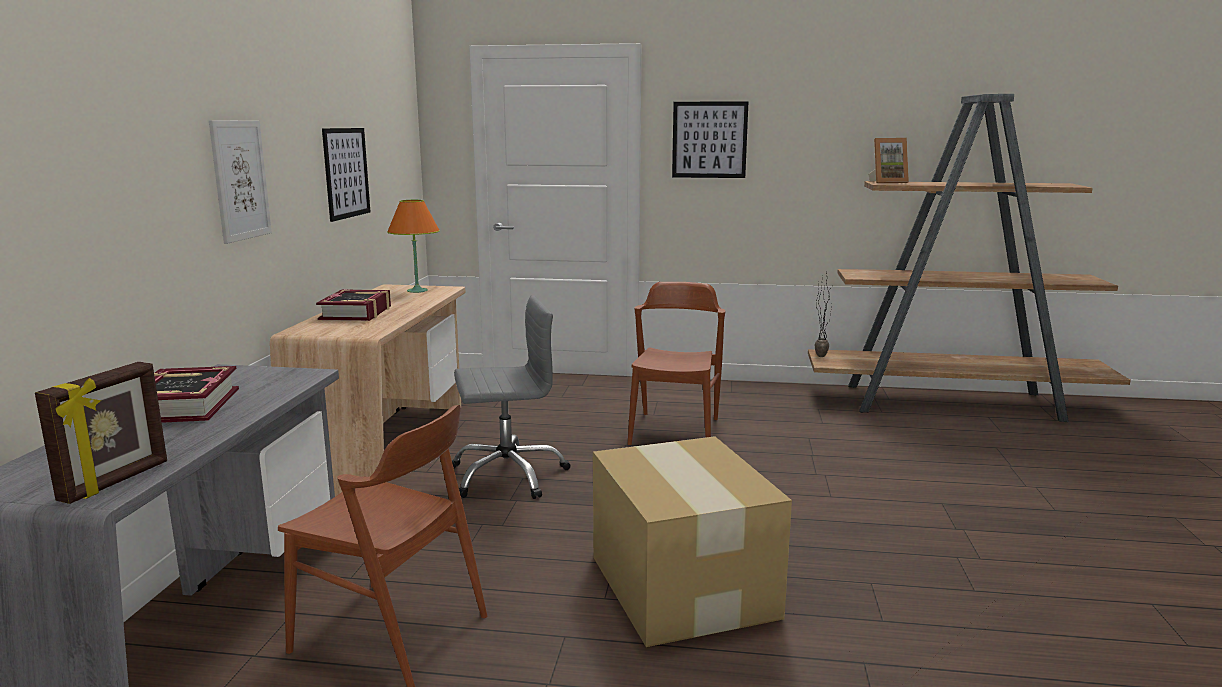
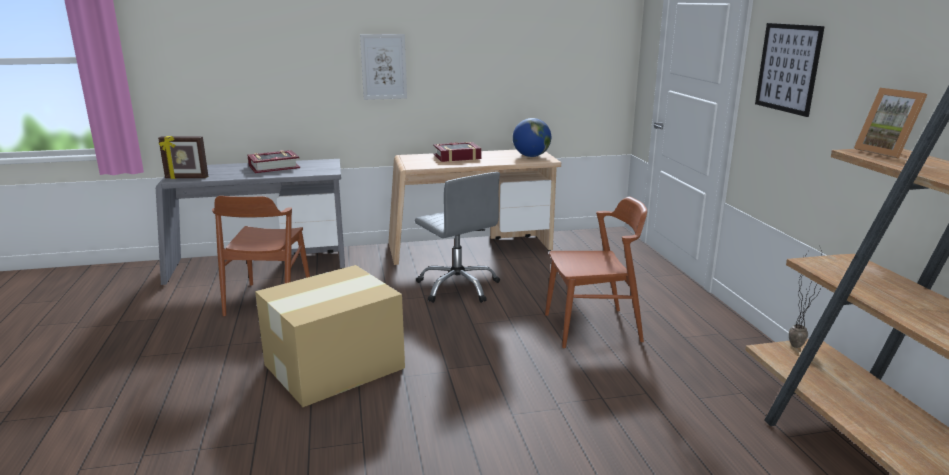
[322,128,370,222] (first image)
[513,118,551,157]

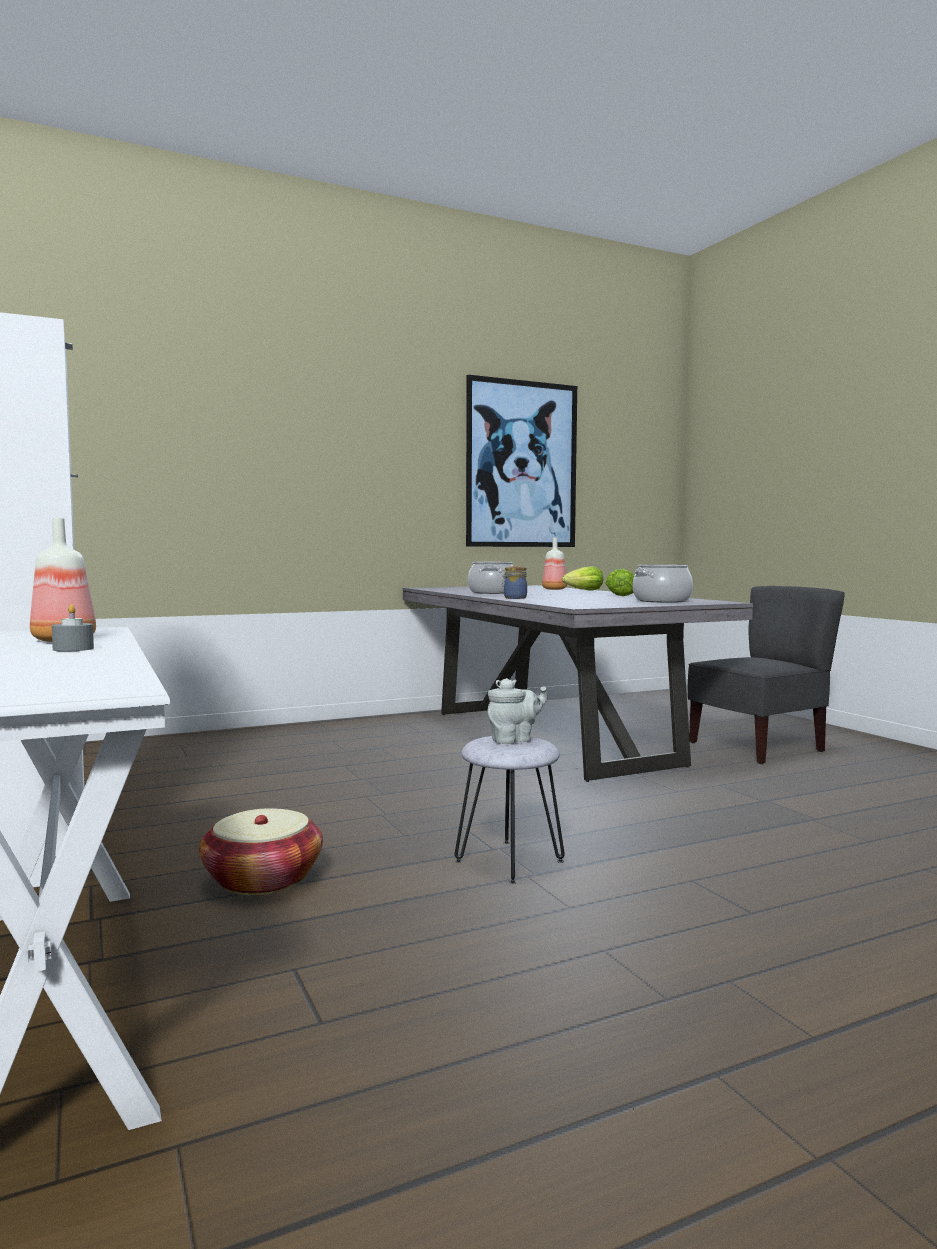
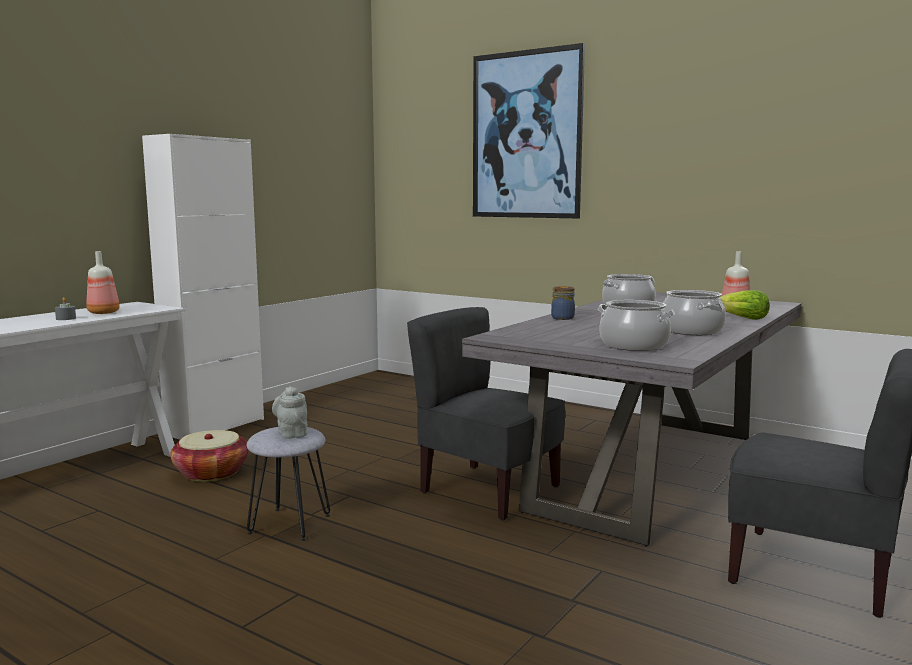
[473,43,585,218]
[663,290,726,335]
[272,386,307,439]
[407,307,565,520]

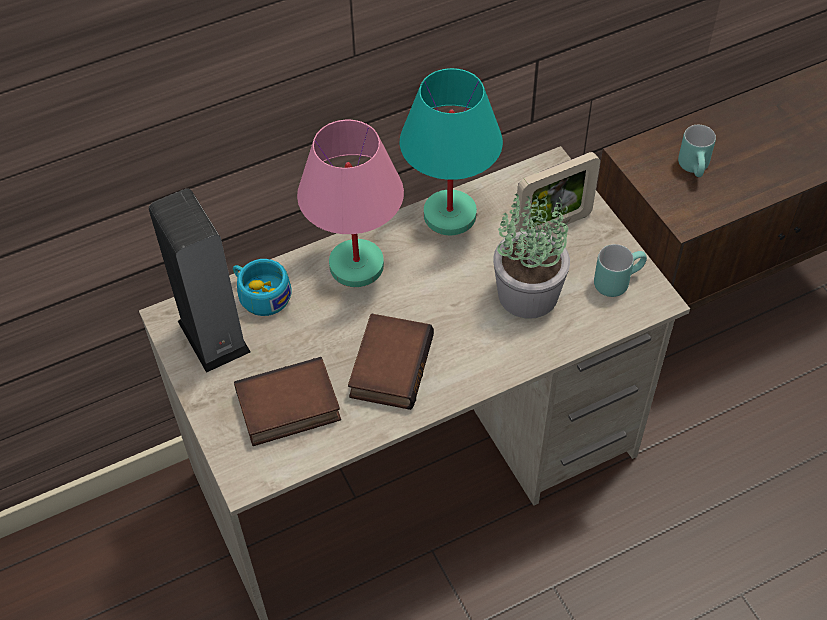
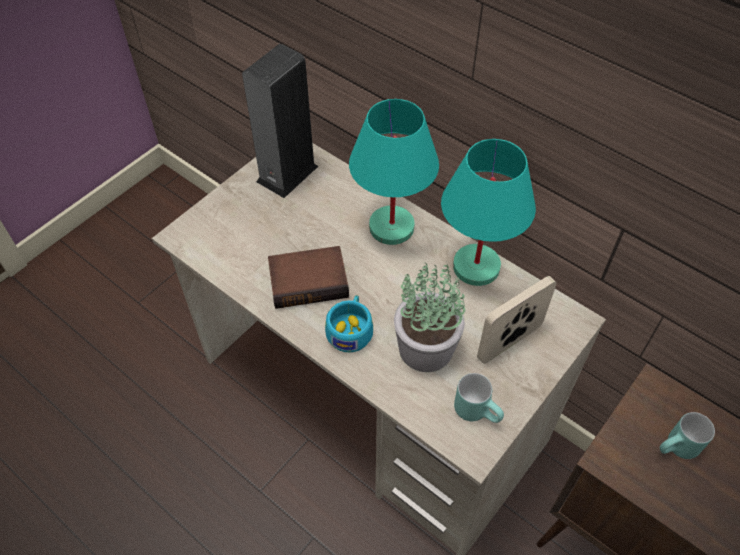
[349,99,439,245]
[477,276,557,364]
[325,295,373,352]
[234,357,341,446] (first image)

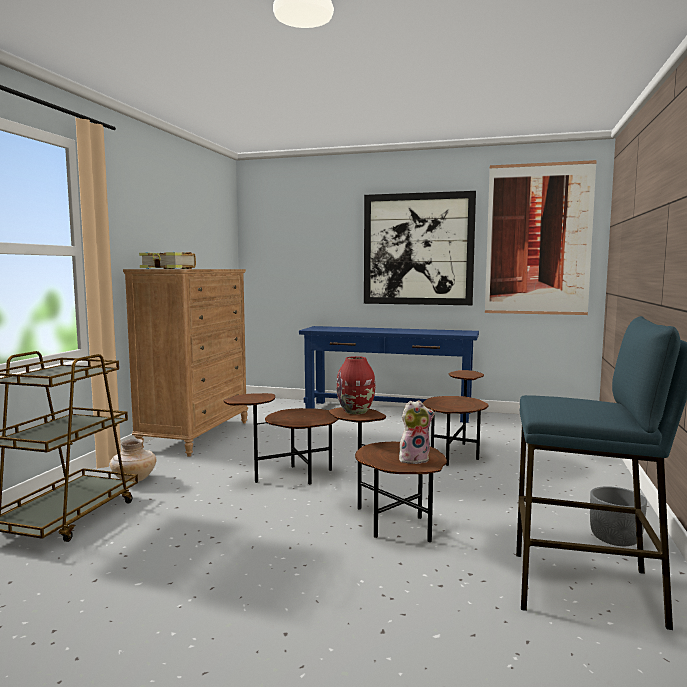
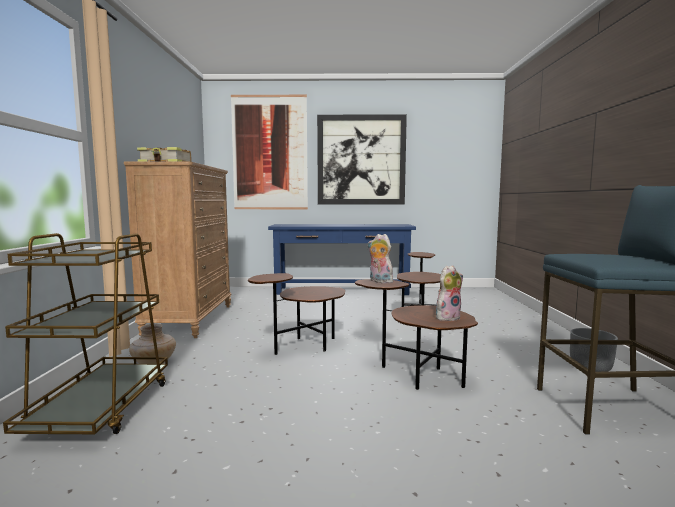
[231,95,308,209]
[367,234,393,283]

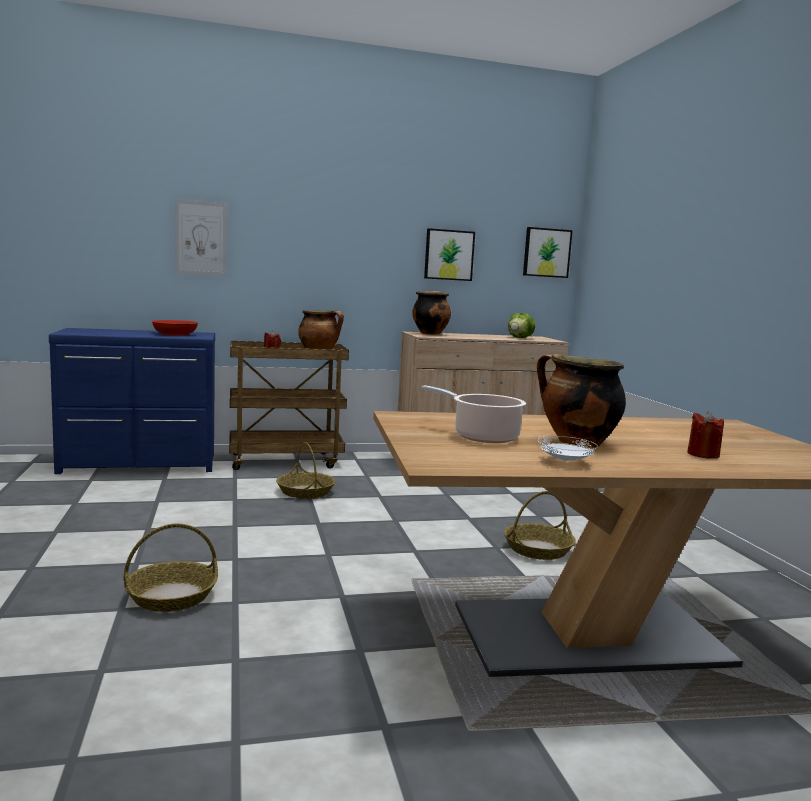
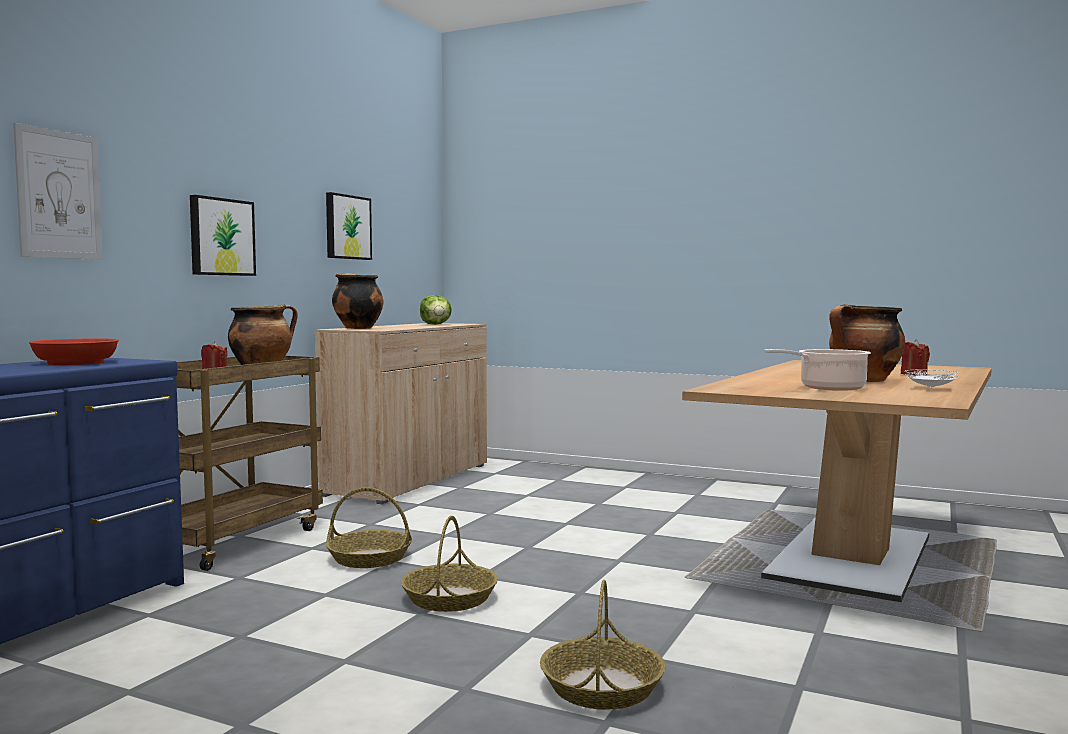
[190,195,256,276]
[401,516,498,612]

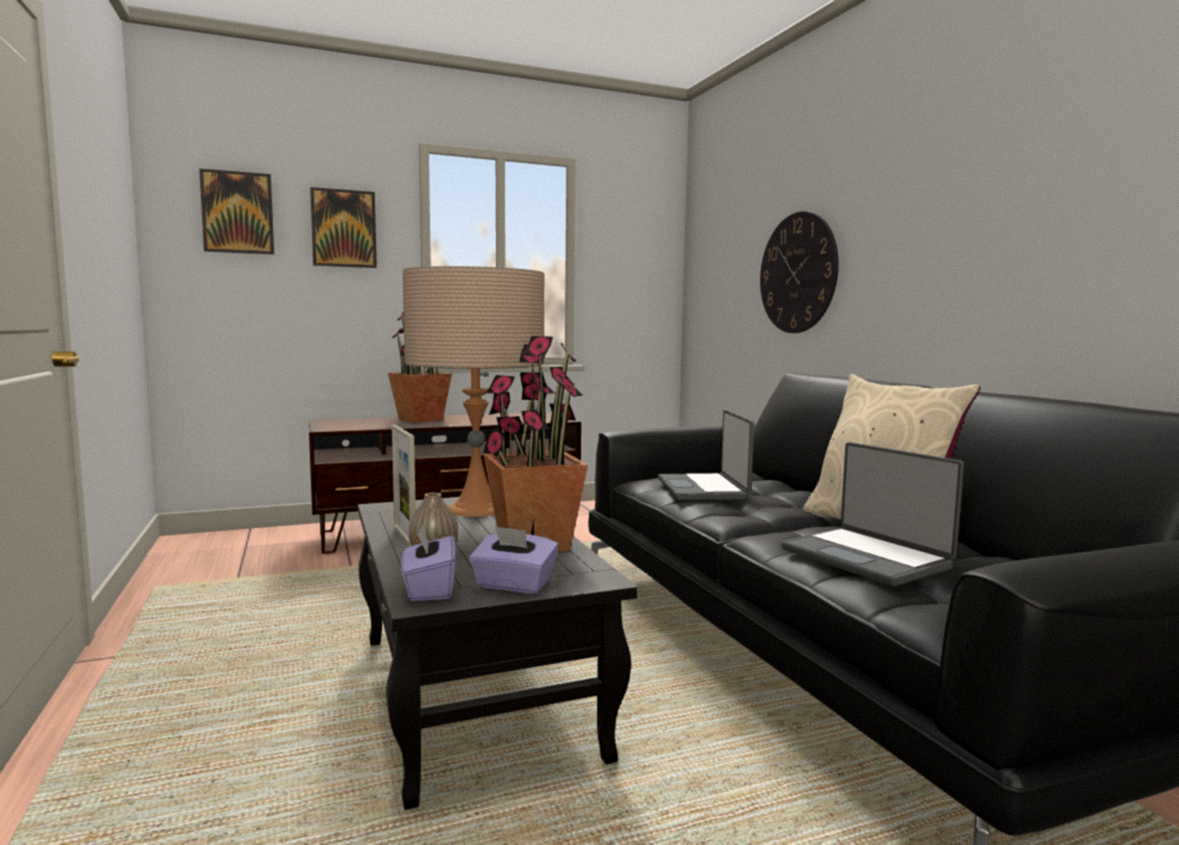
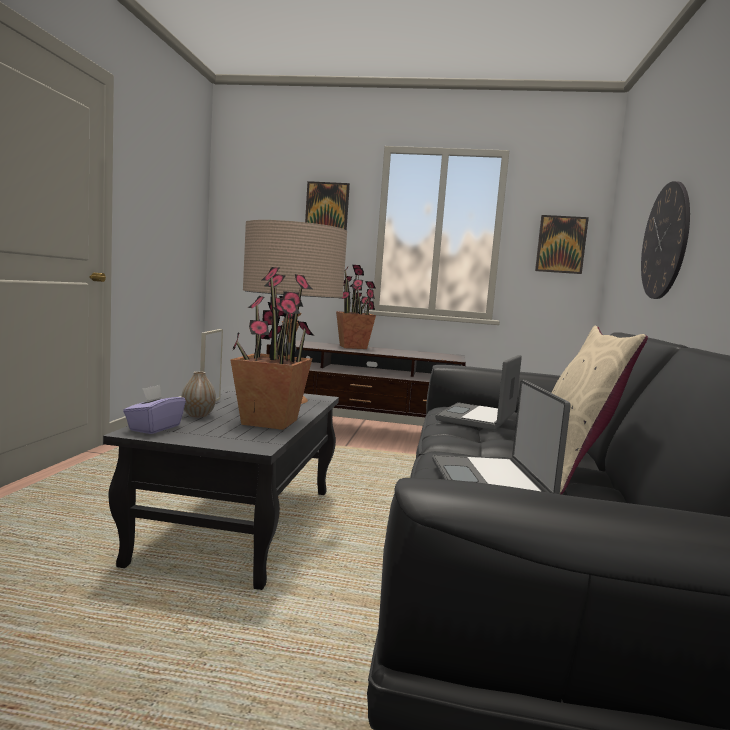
[535,215,589,274]
[469,526,559,594] (first image)

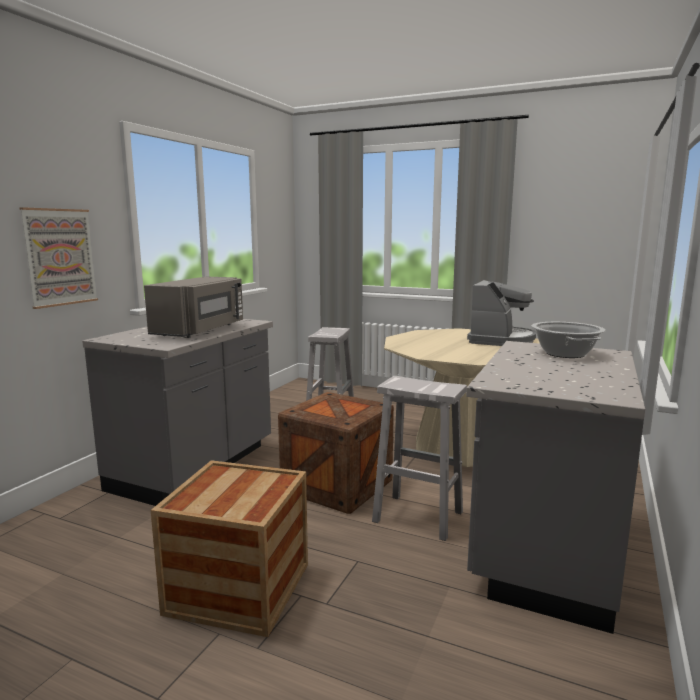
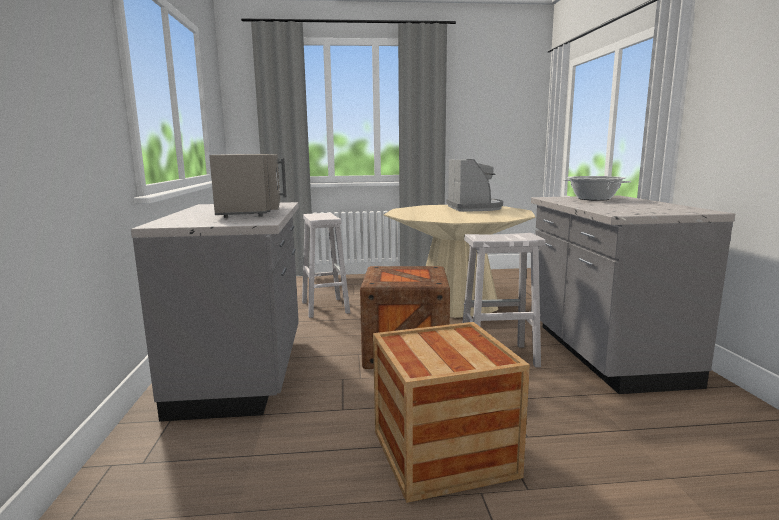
[20,207,98,309] (first image)

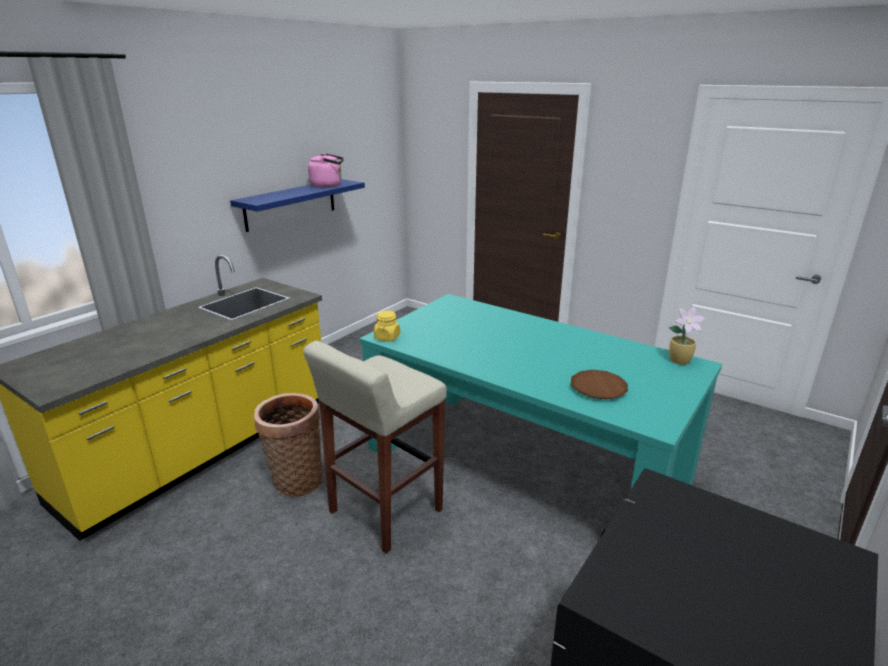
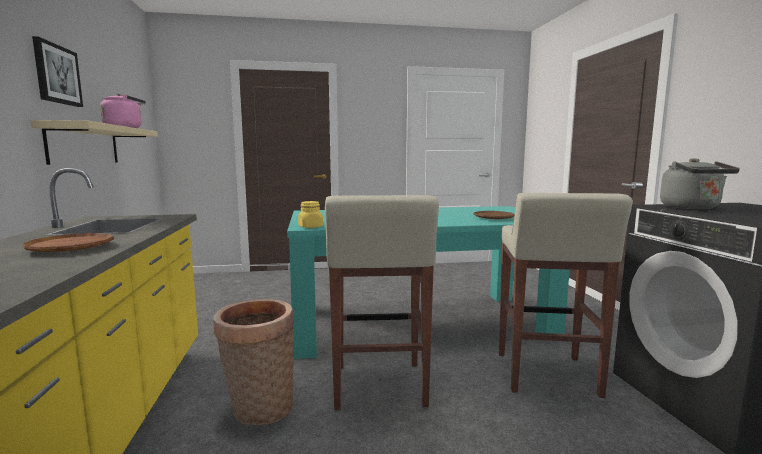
[30,120,158,165]
[668,307,705,365] (first image)
[32,36,83,107]
[660,158,740,209]
[499,193,633,398]
[23,233,114,252]

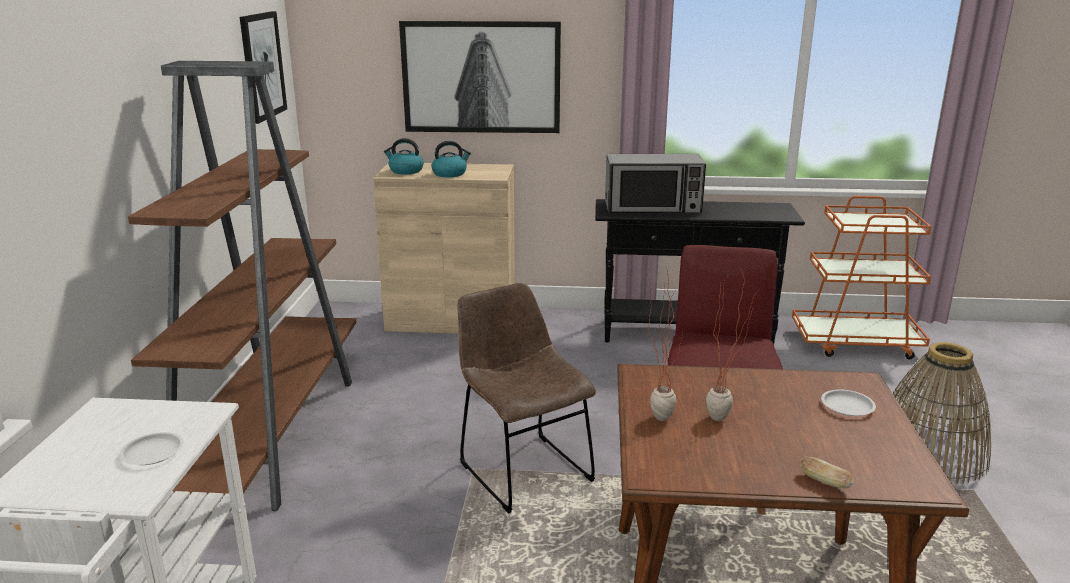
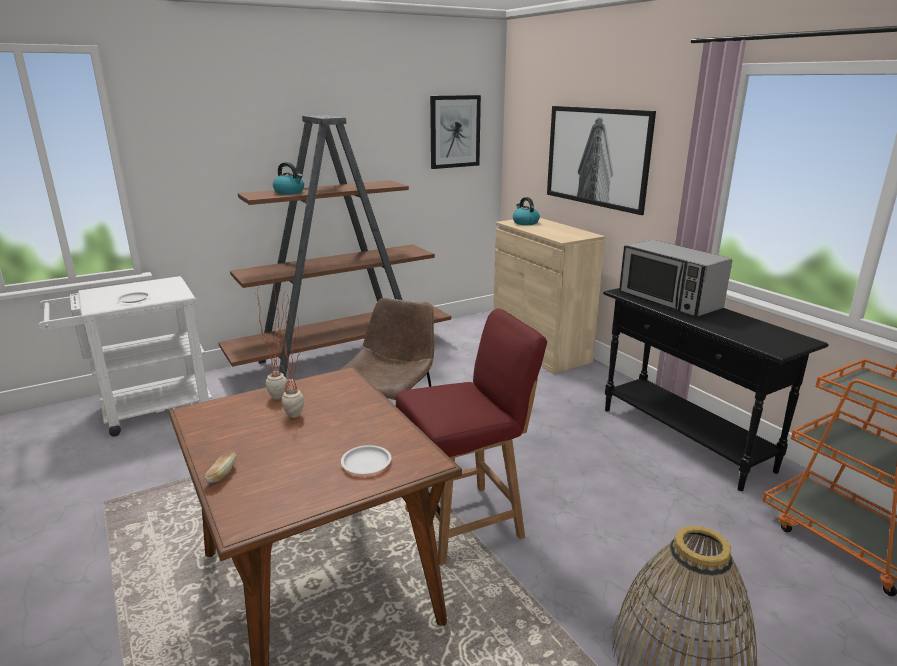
[273,162,304,194]

